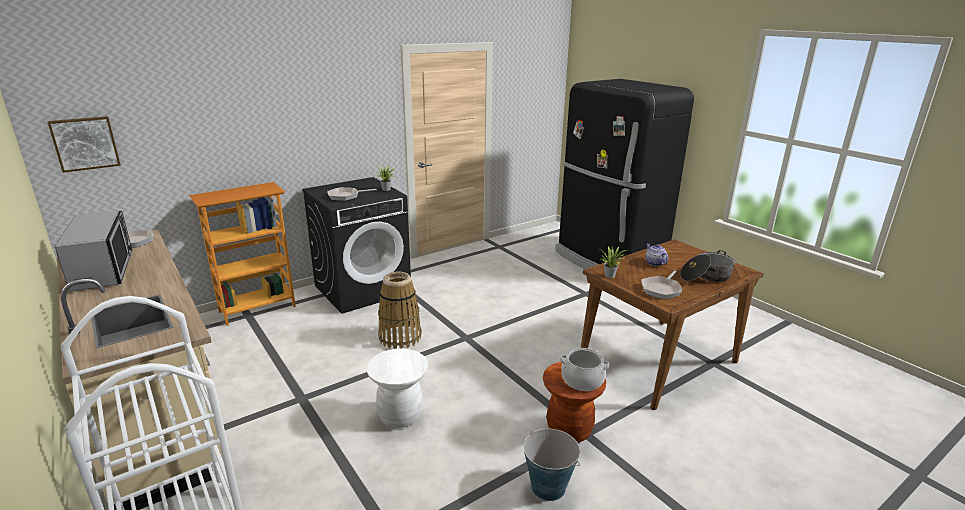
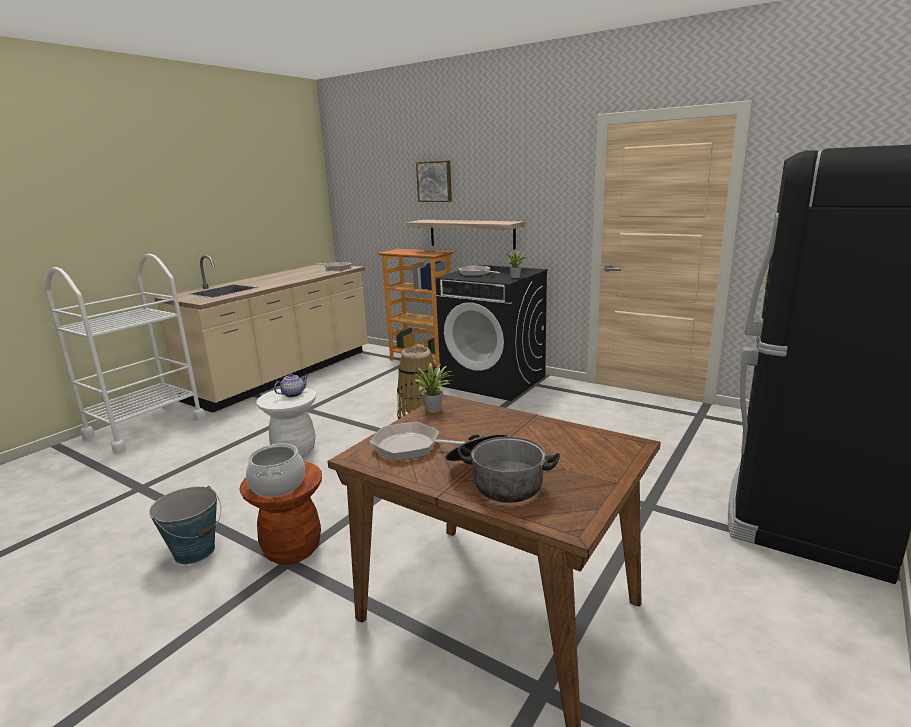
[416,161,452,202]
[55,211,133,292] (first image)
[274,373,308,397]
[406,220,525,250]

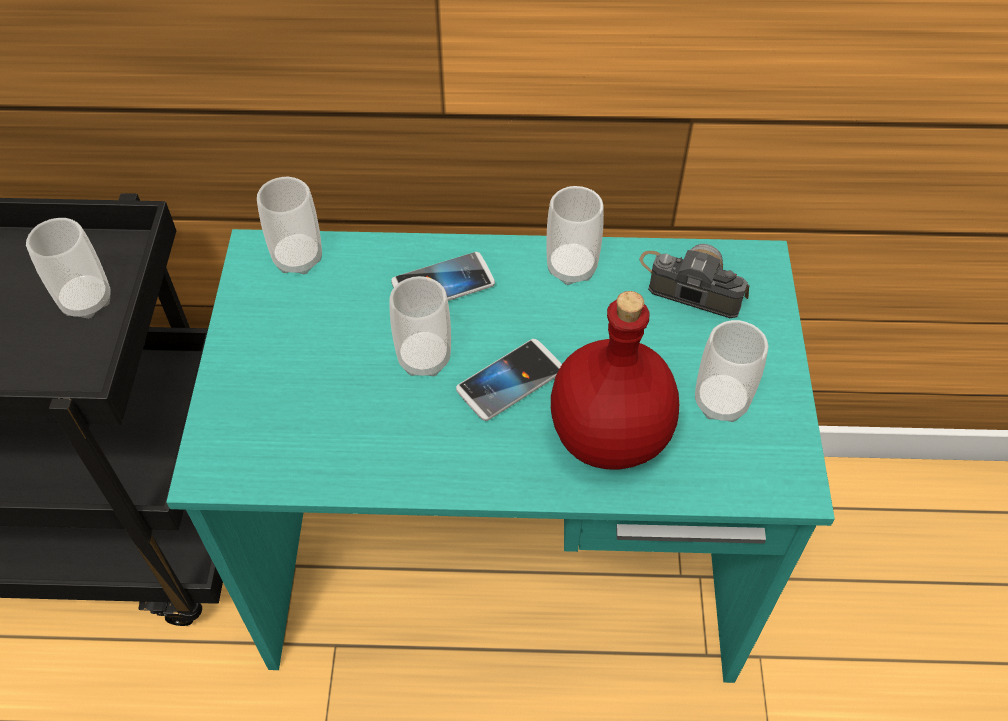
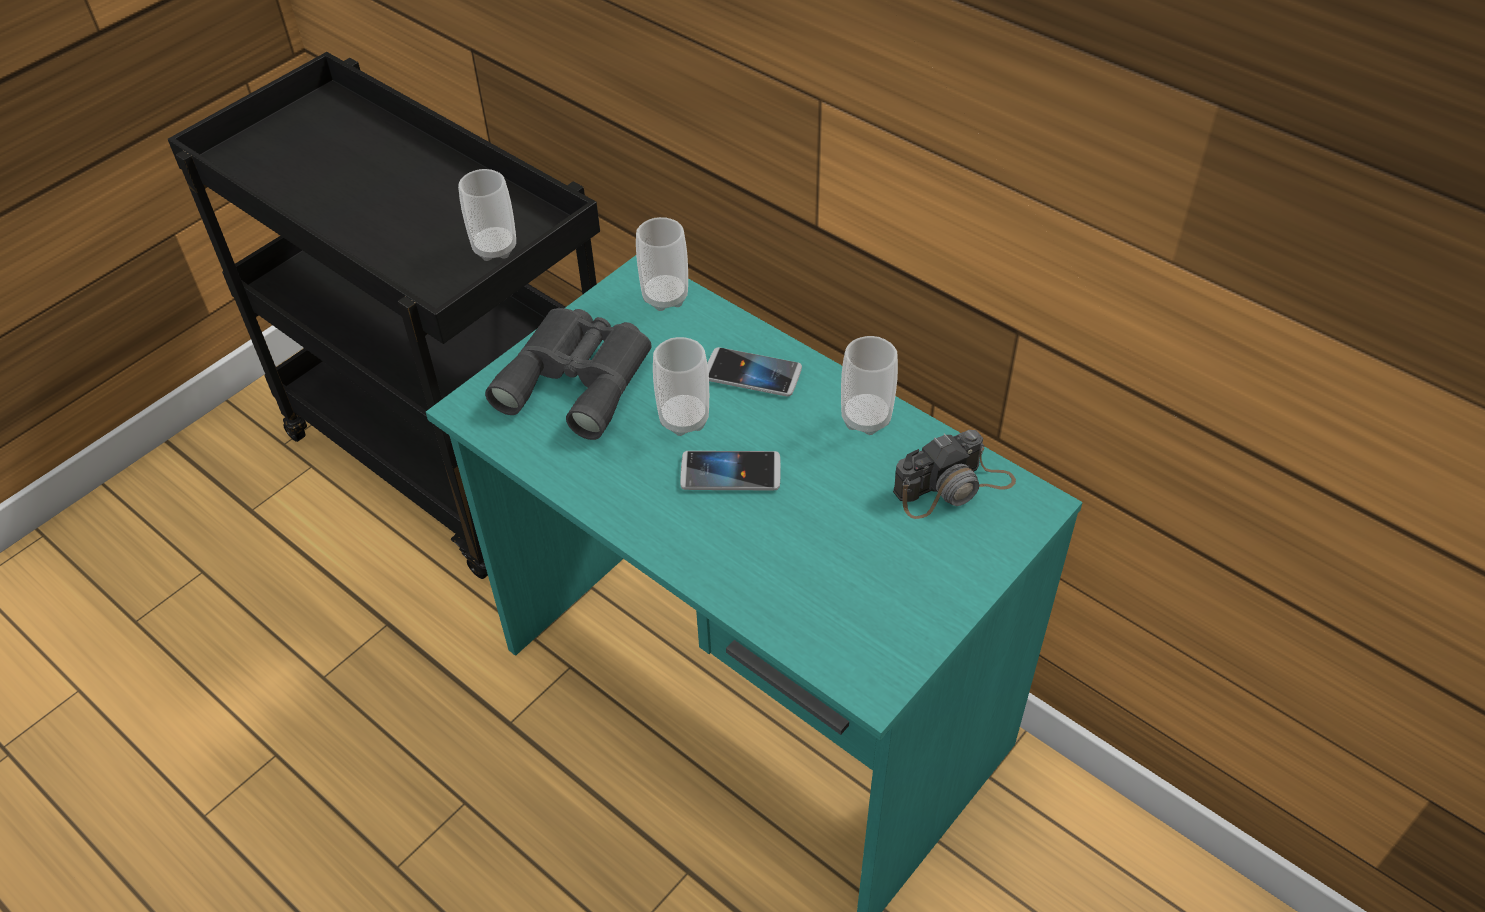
[893,430,1016,519]
[551,291,679,470] (first image)
[695,320,768,422] (first image)
[485,308,652,440]

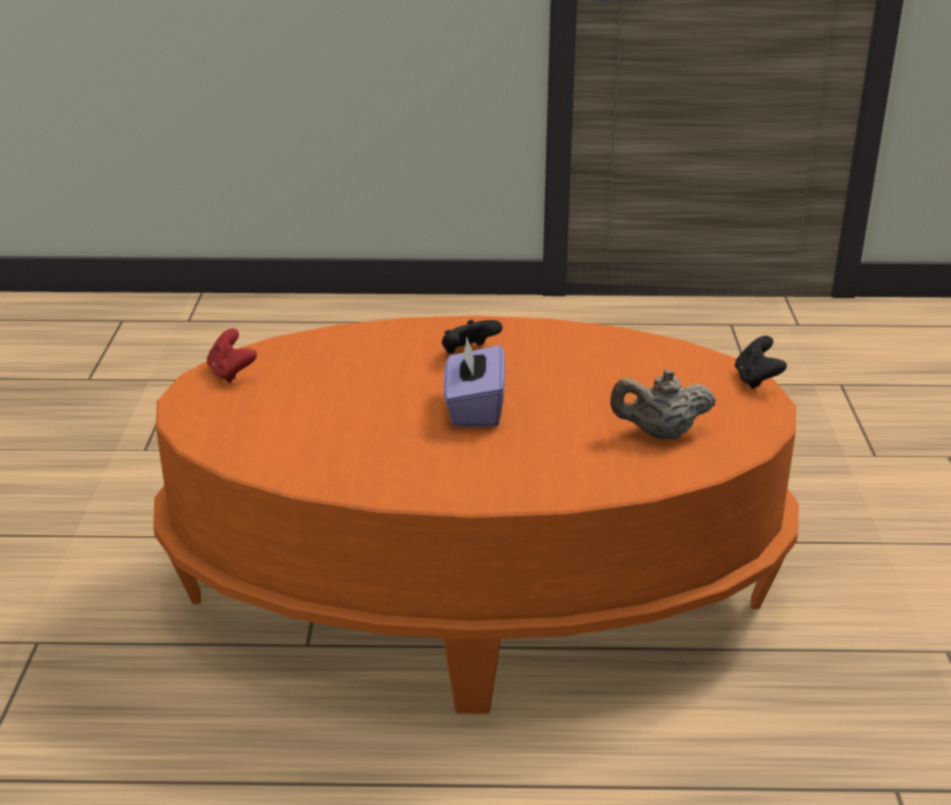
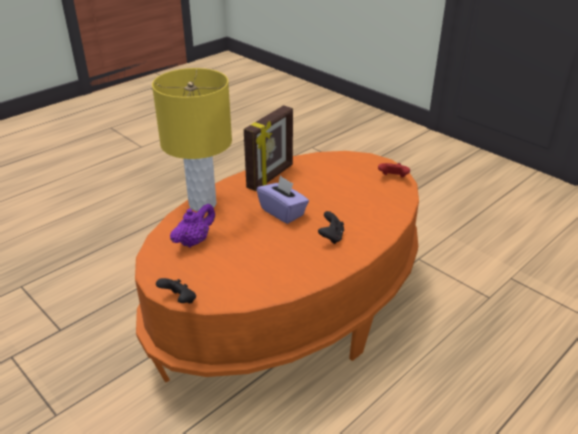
[170,204,215,248]
[152,68,232,211]
[244,105,293,191]

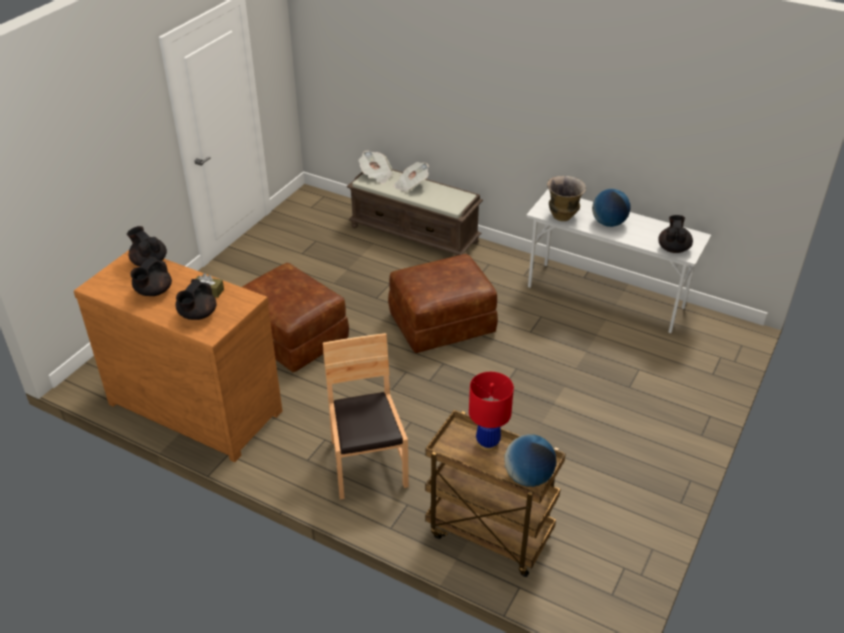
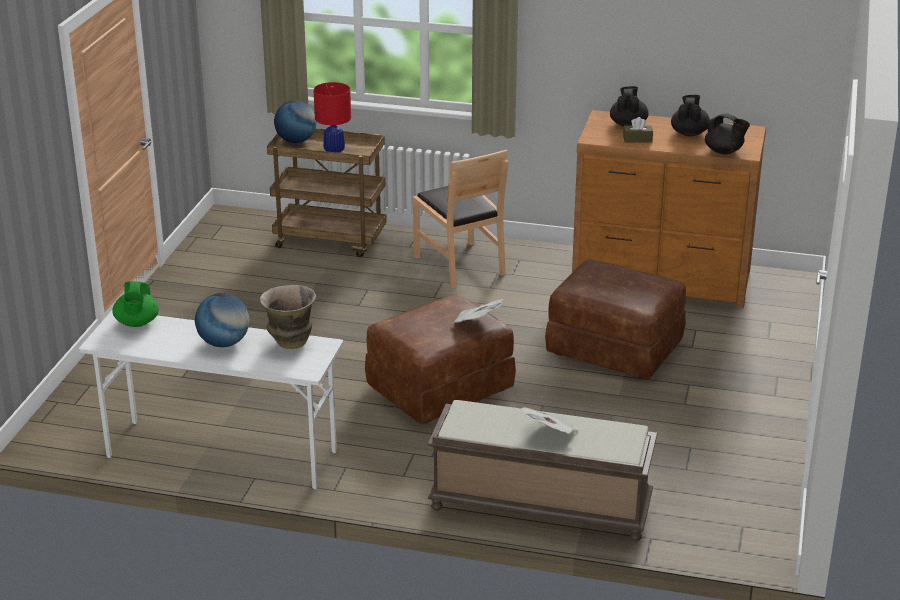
[453,299,504,323]
[112,281,159,327]

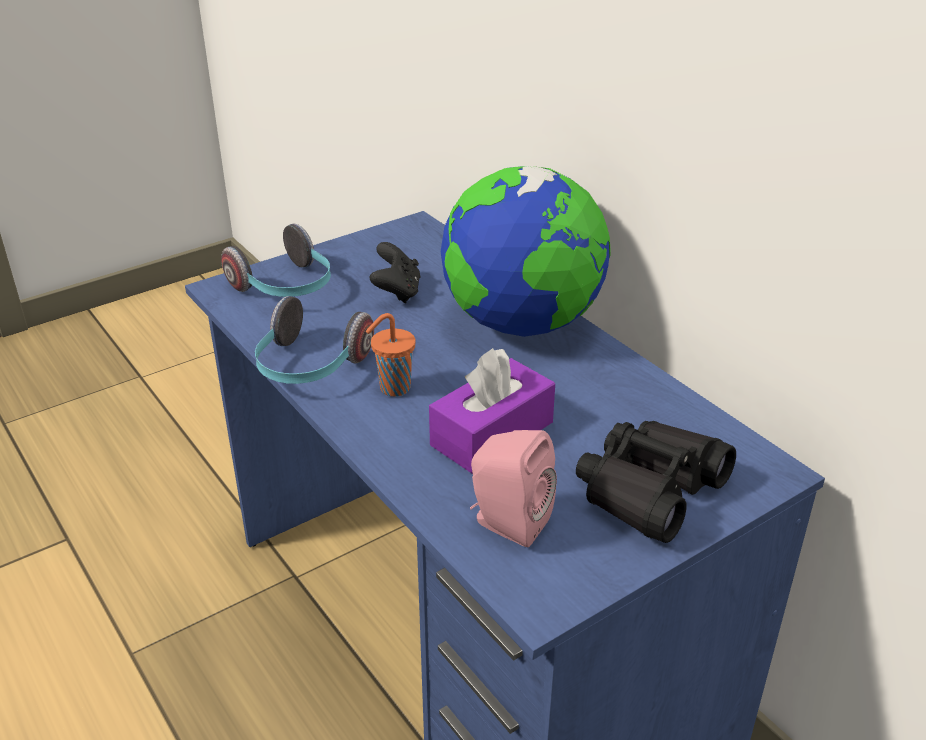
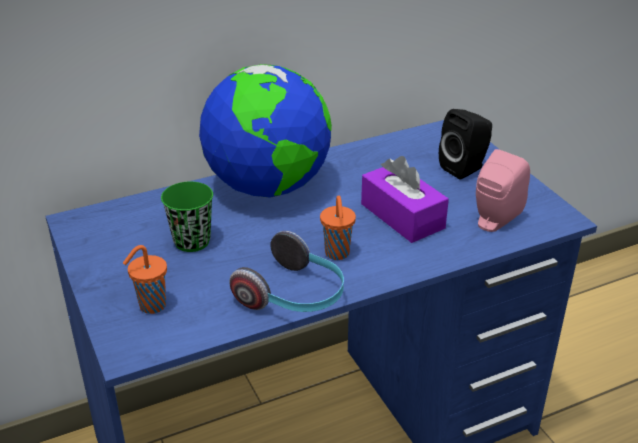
[123,245,167,314]
[161,181,213,252]
[439,109,492,179]

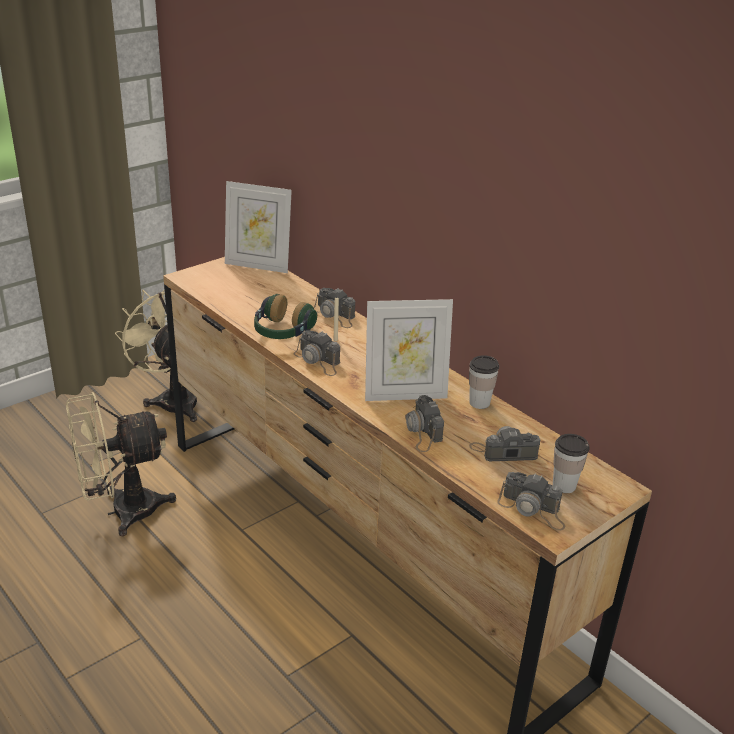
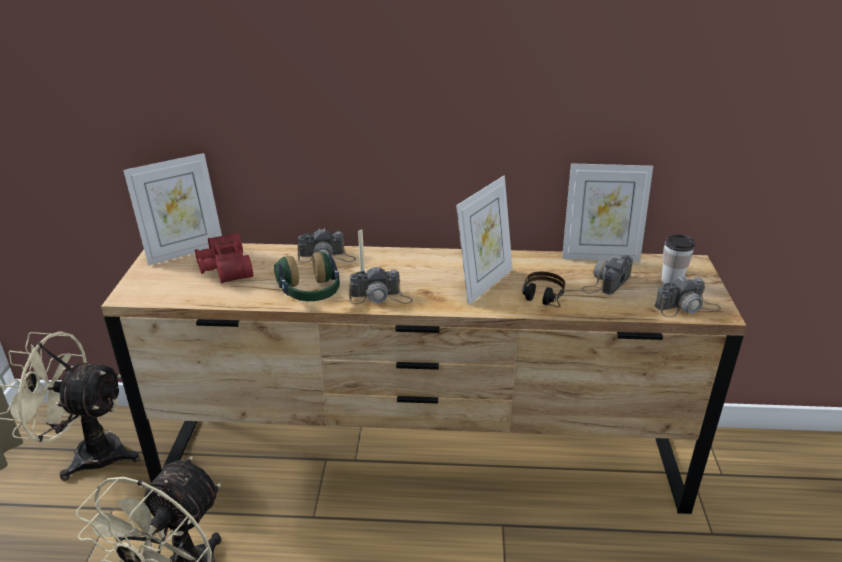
[469,355,499,409] (first image)
[522,272,565,307]
[562,163,653,262]
[195,233,253,284]

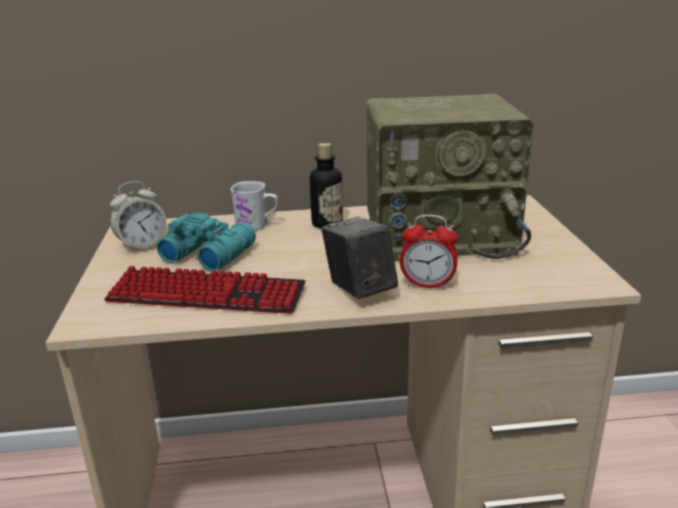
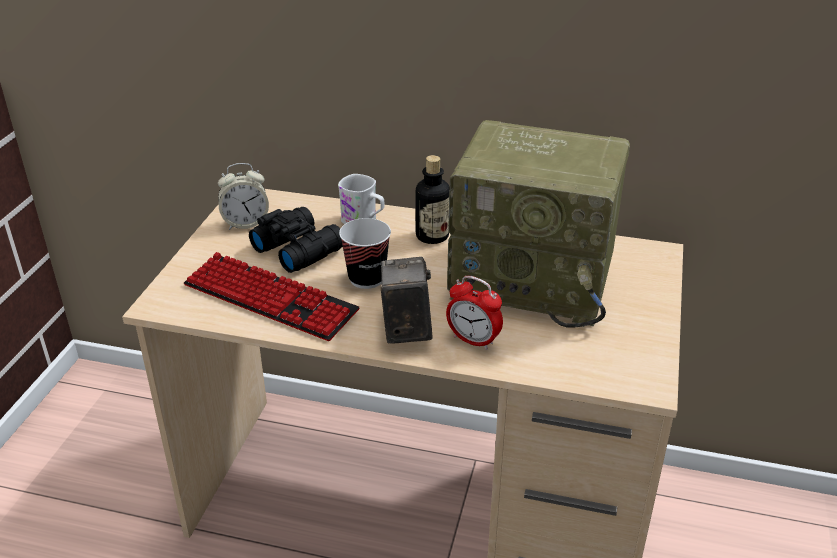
[249,207,343,273]
[339,218,391,289]

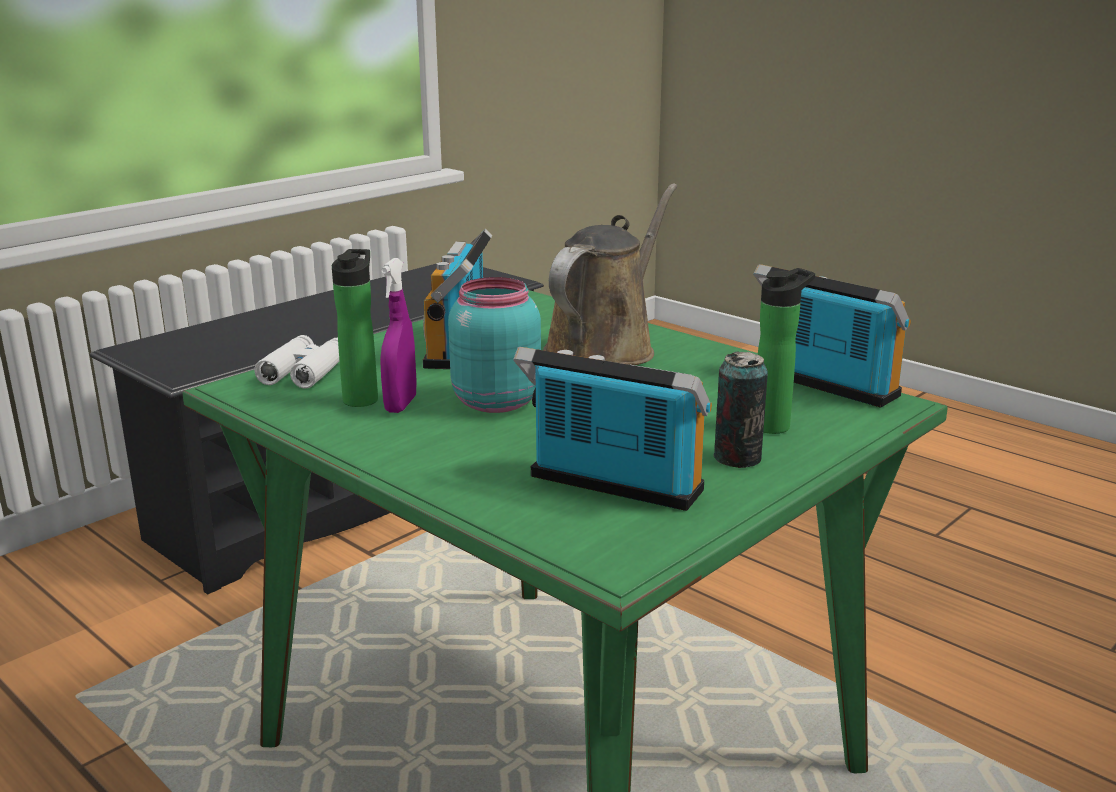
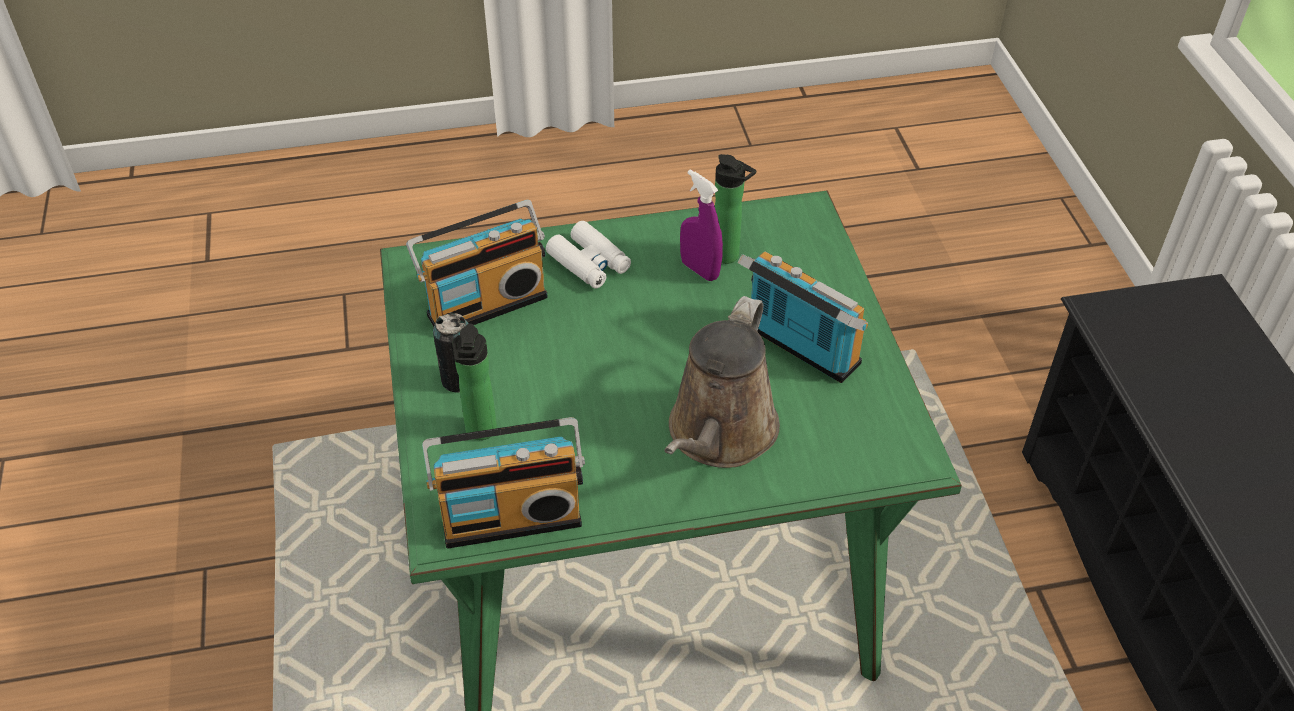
[664,296,780,468]
[448,277,541,413] (first image)
[546,221,631,289]

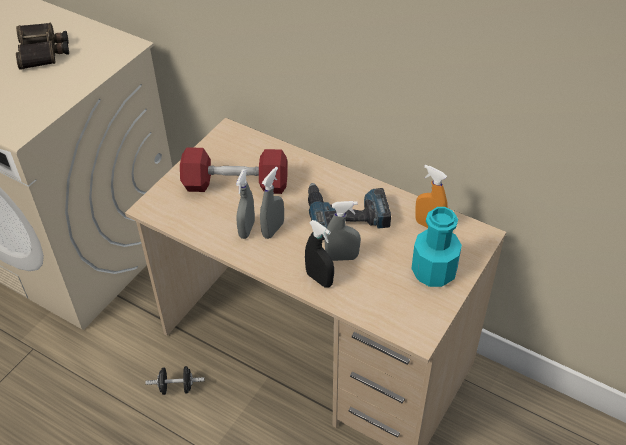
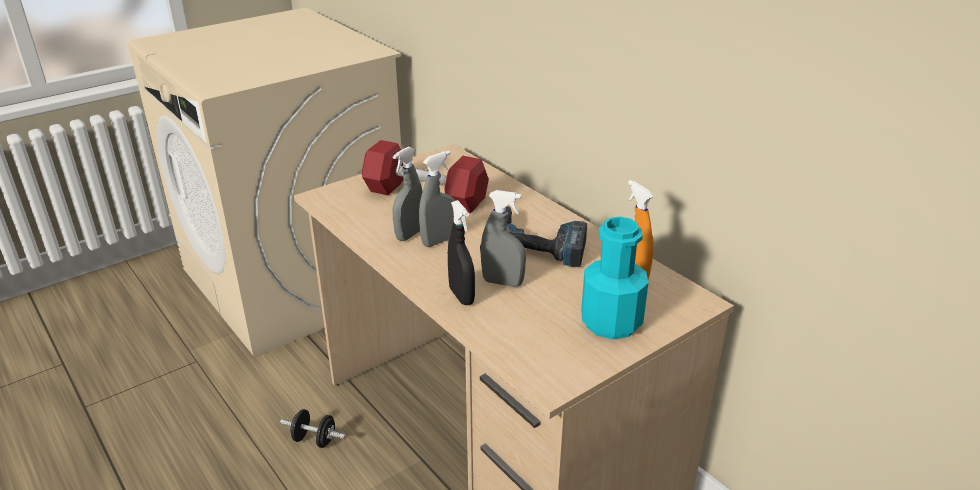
[16,23,69,70] (first image)

